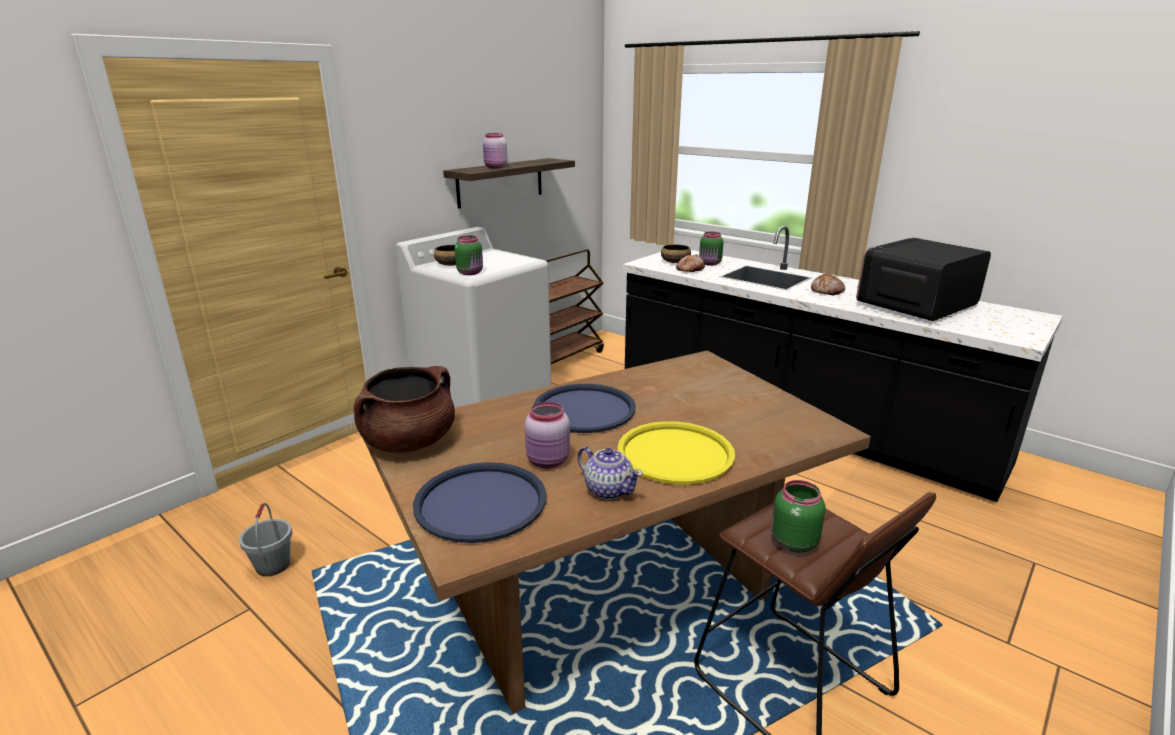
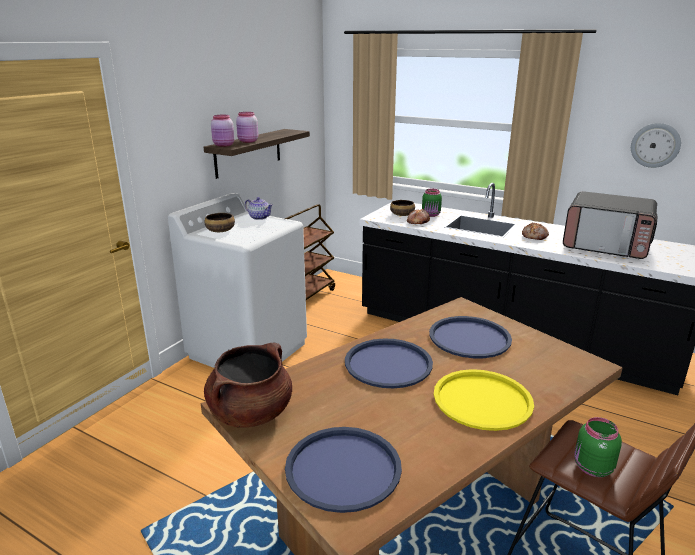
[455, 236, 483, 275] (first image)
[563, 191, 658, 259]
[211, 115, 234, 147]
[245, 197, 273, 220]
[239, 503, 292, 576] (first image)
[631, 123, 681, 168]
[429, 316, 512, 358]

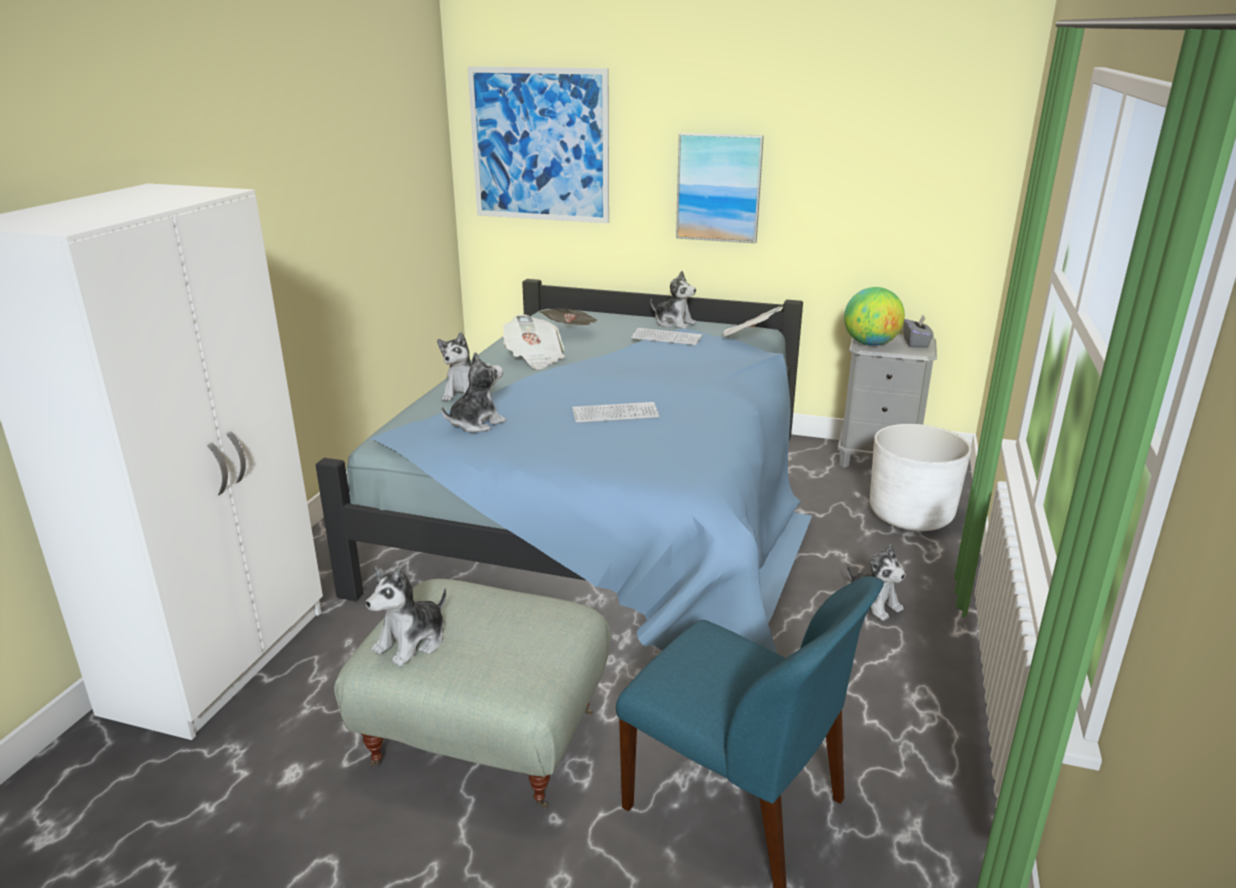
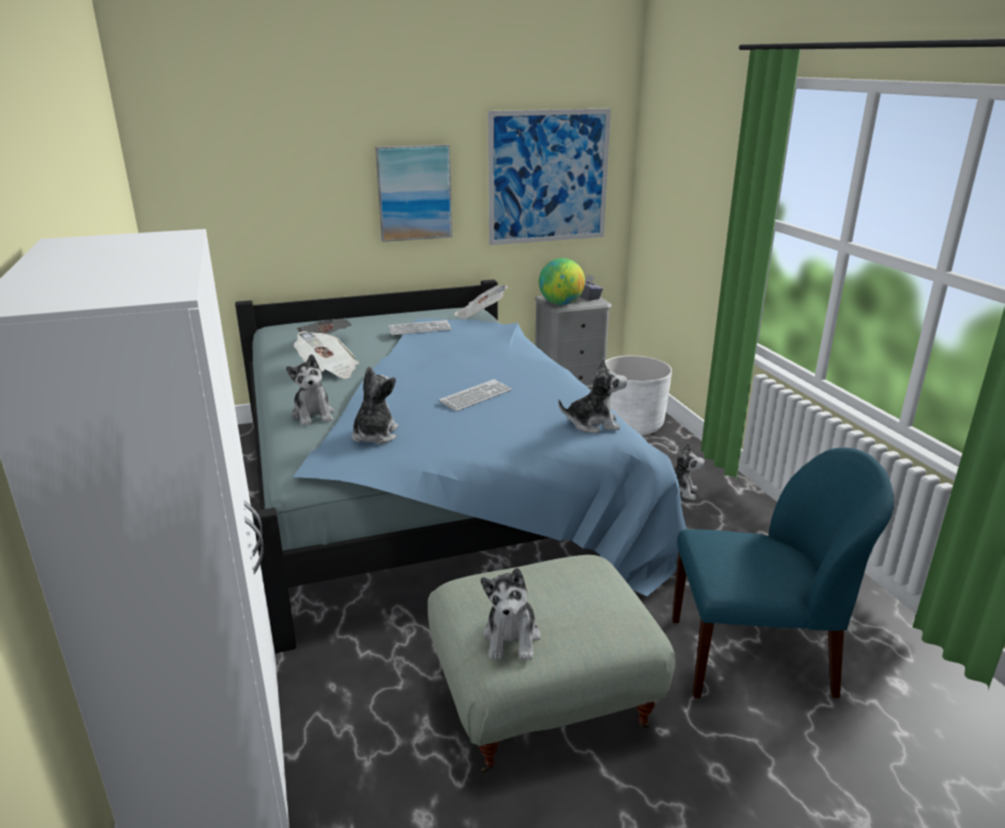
[488, 108, 611, 245]
[558, 358, 628, 433]

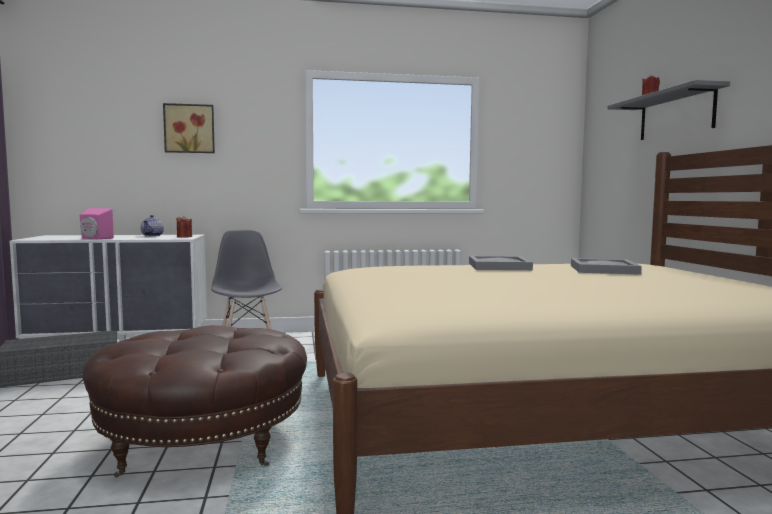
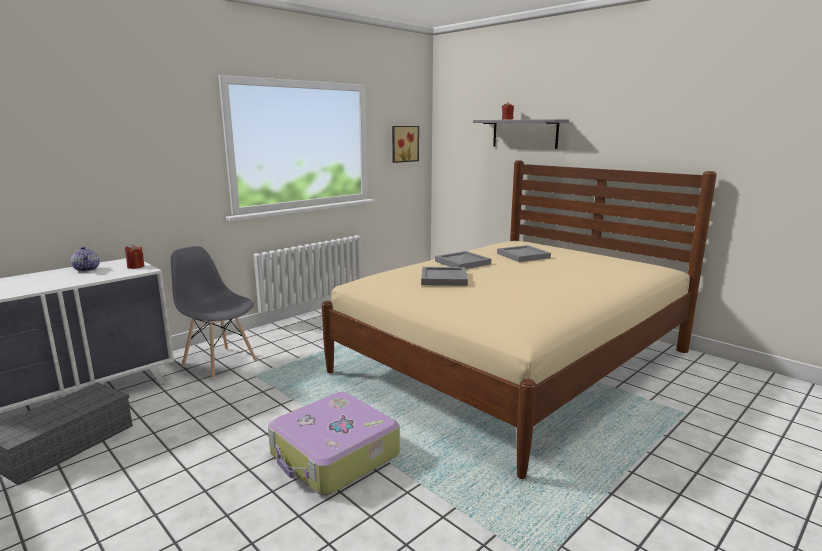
[392, 126, 419, 163]
[80, 208, 114, 239] (first image)
[268, 392, 400, 496]
[421, 267, 468, 286]

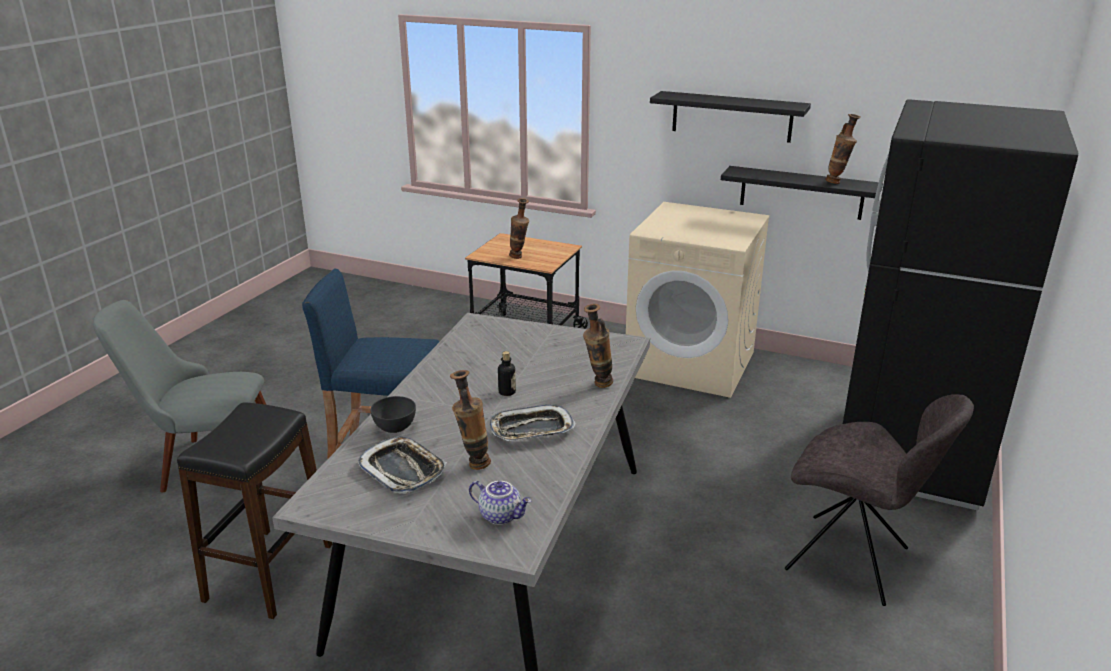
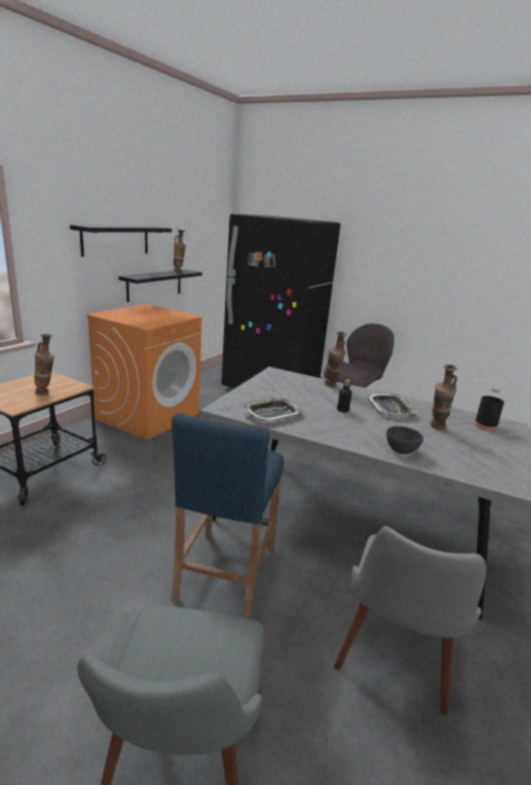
[86, 304, 202, 440]
[334, 526, 486, 716]
[243, 397, 302, 422]
[474, 387, 504, 431]

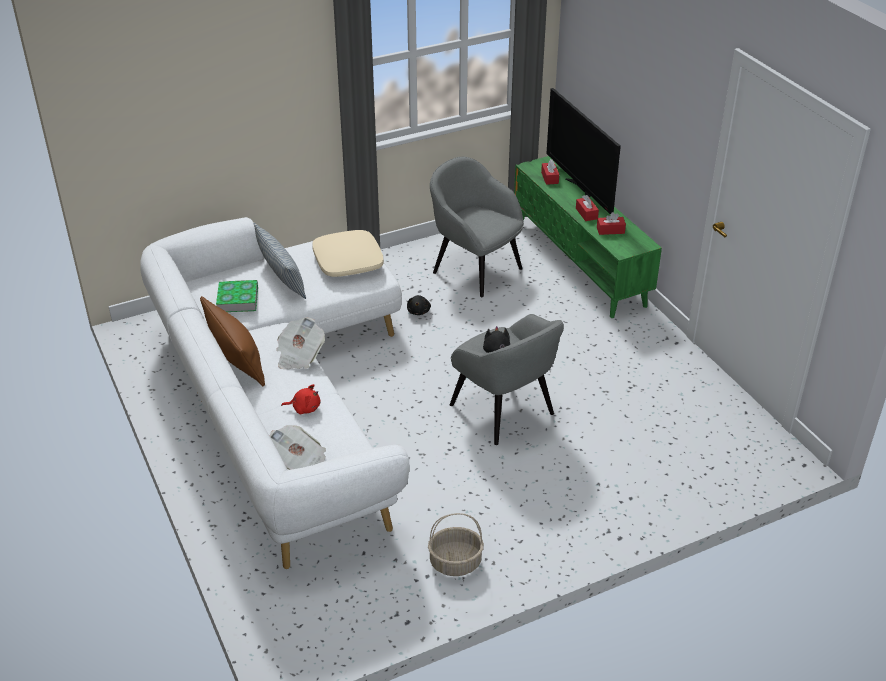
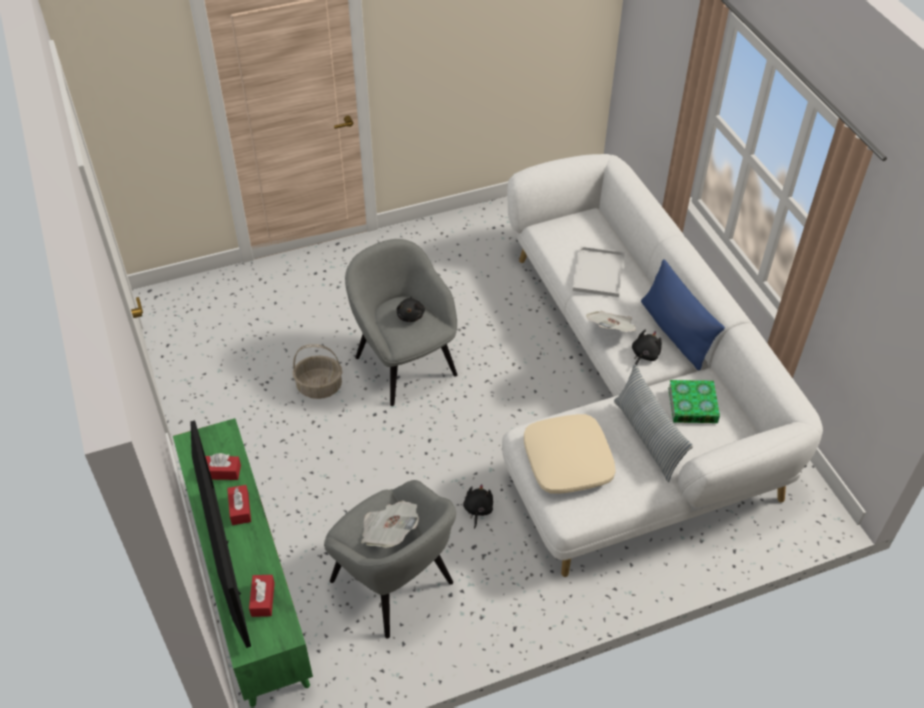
[641, 260, 725, 370]
[572, 246, 625, 297]
[361, 501, 419, 548]
[293, 344, 342, 399]
[632, 330, 662, 365]

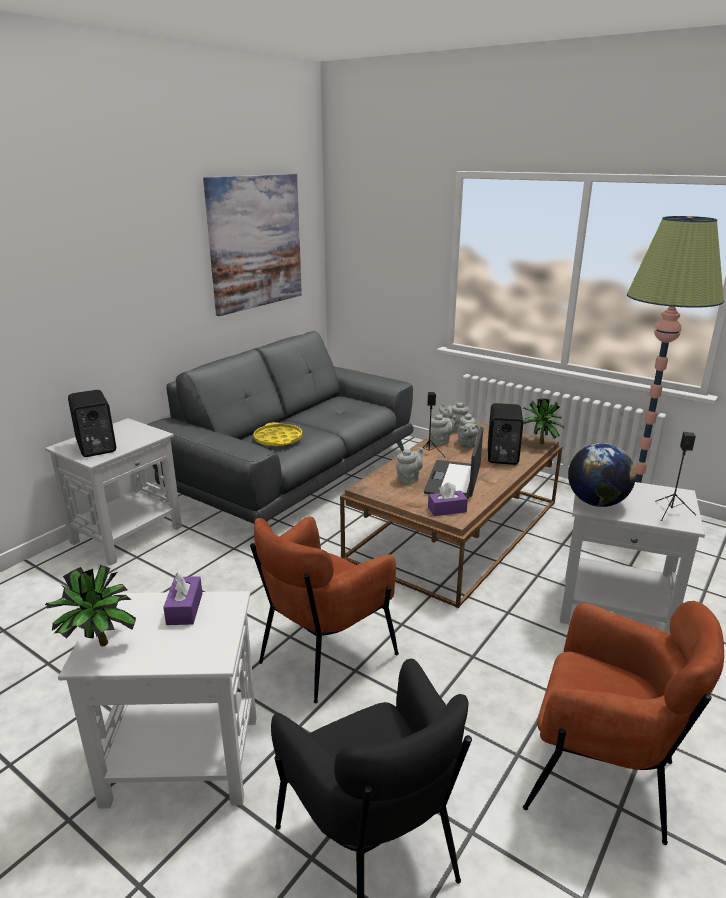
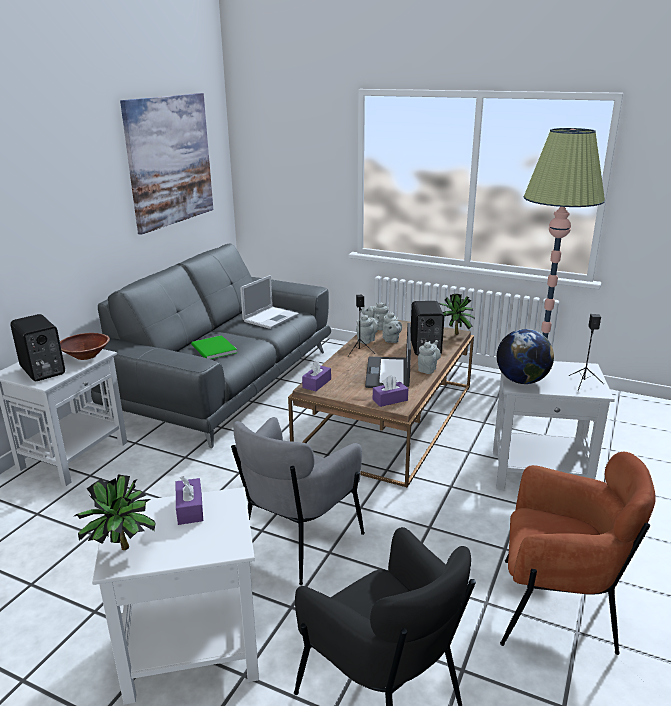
[191, 335, 237, 359]
[418, 340, 441, 374]
[231, 417, 365, 585]
[240, 275, 299, 329]
[60, 333, 110, 360]
[302, 360, 331, 391]

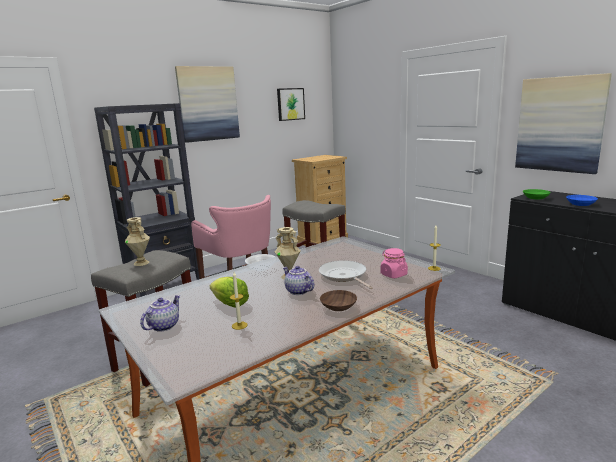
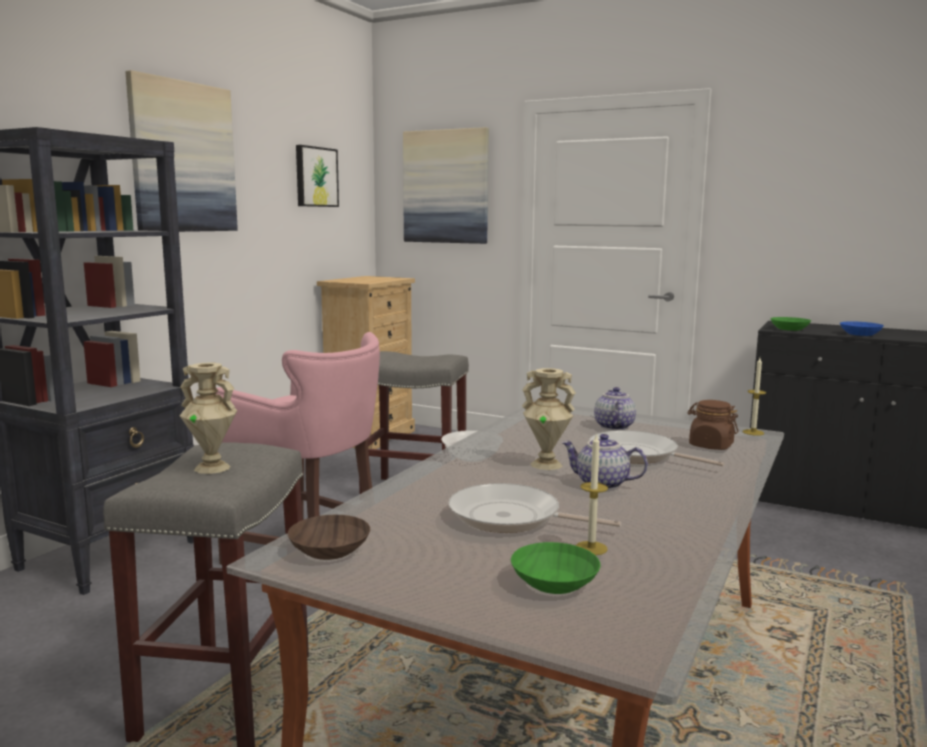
[403, 127, 489, 244]
[687, 400, 738, 450]
[448, 483, 621, 533]
[288, 515, 370, 560]
[594, 387, 636, 430]
[511, 542, 600, 594]

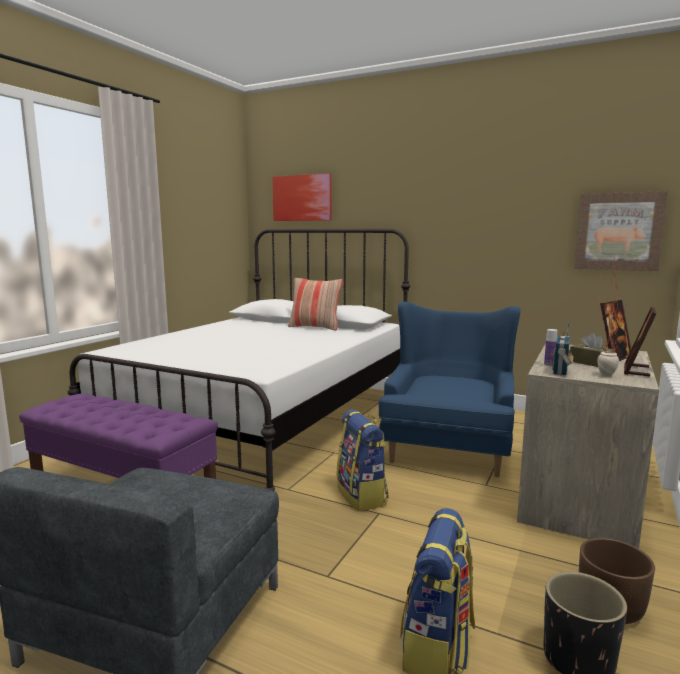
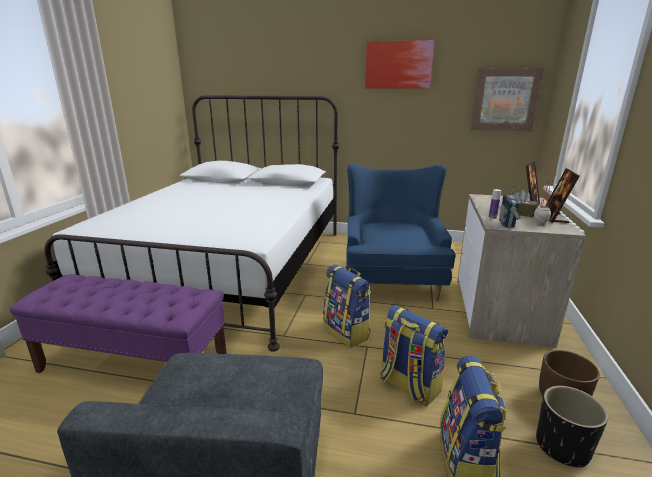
[365, 40, 435, 89]
[288, 278, 343, 331] (first image)
[380, 305, 448, 406]

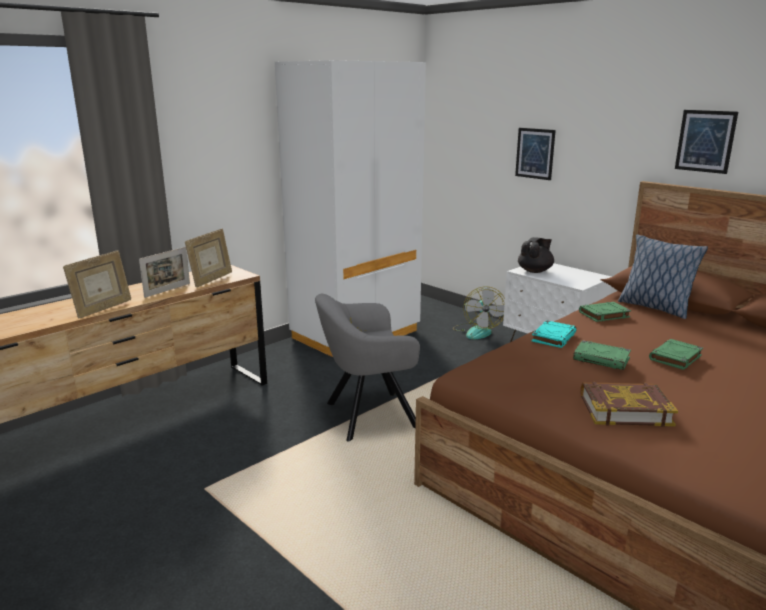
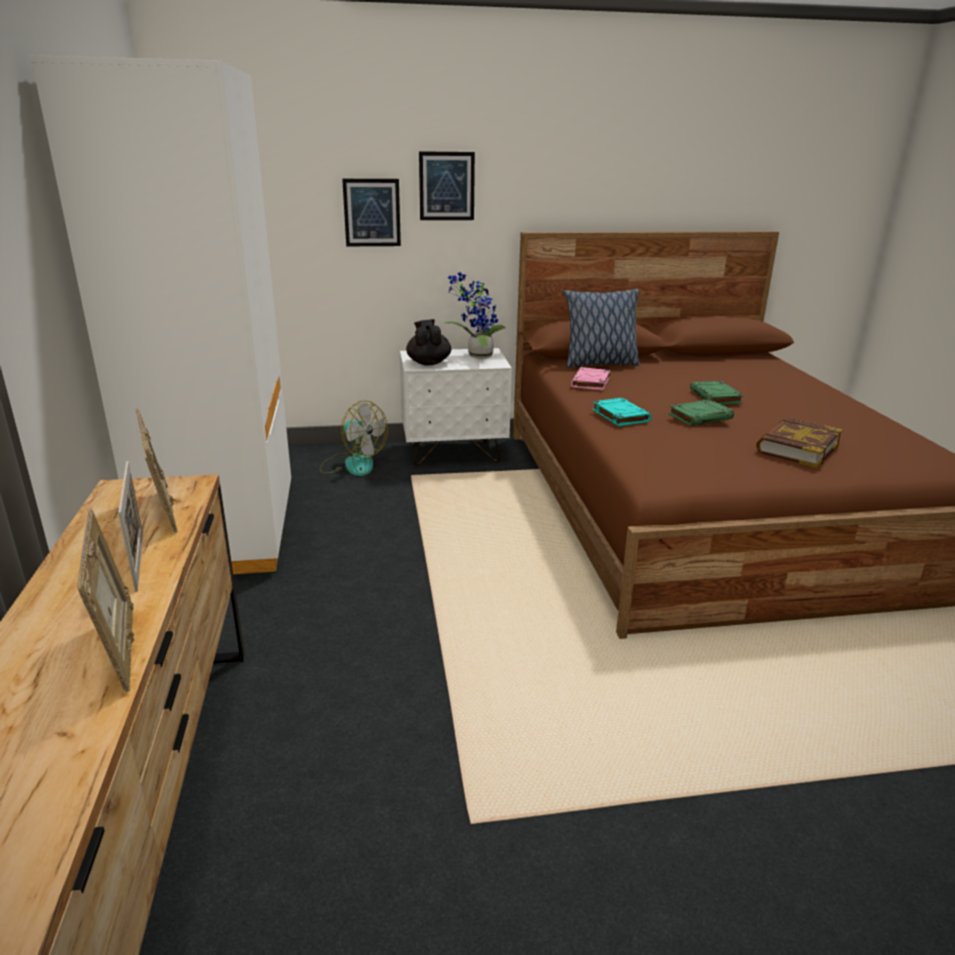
[419, 151, 475, 220]
[315, 294, 420, 442] (first image)
[571, 367, 610, 390]
[443, 272, 506, 359]

